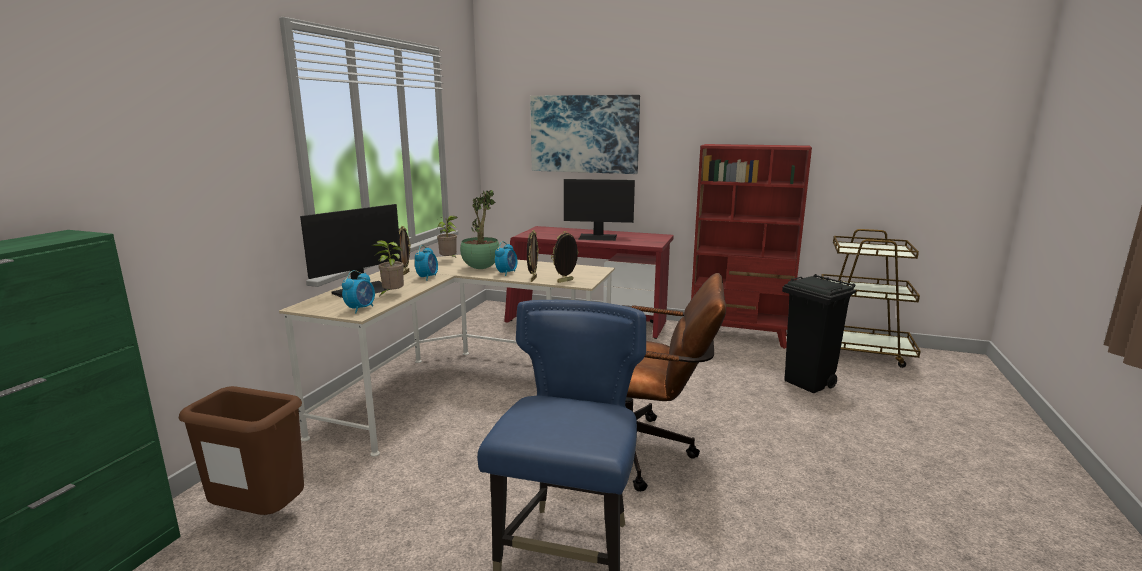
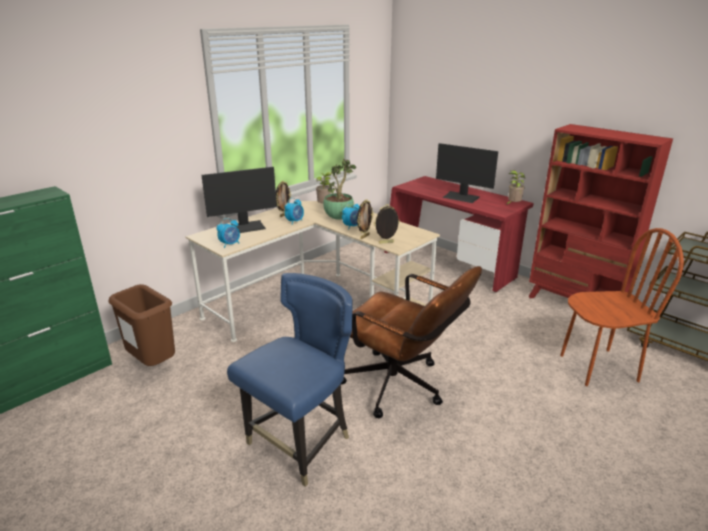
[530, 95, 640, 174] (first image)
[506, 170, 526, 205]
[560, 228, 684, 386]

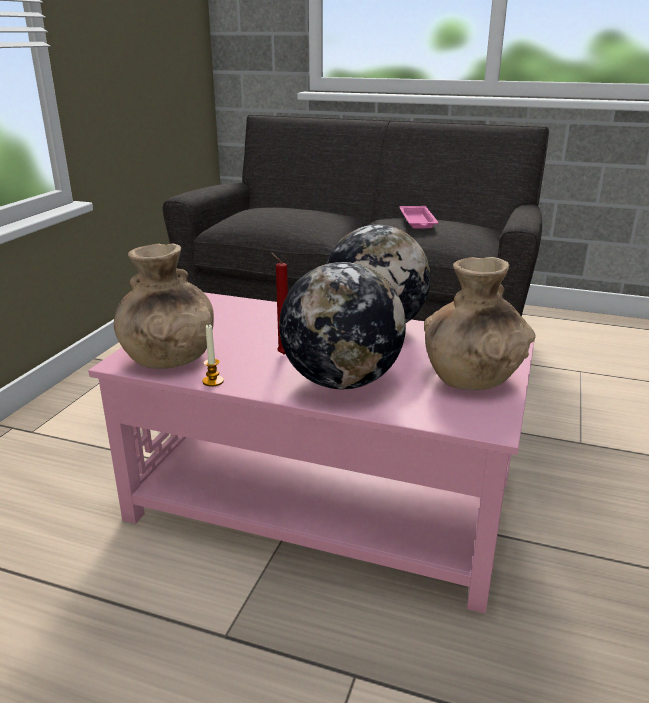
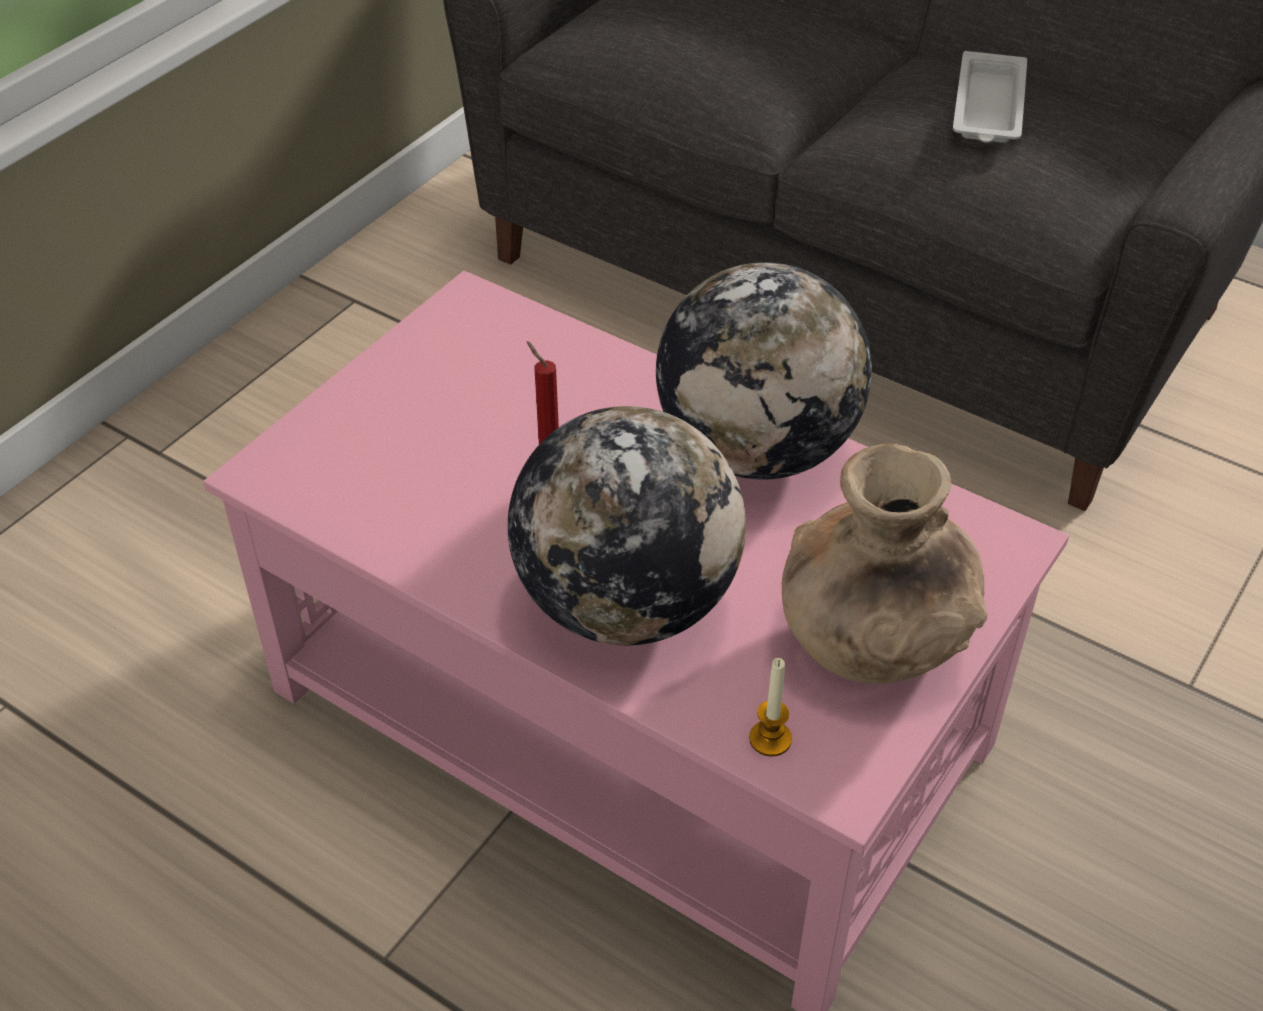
[953, 51, 1027, 143]
[114, 244, 214, 369] (first image)
[749, 658, 792, 756]

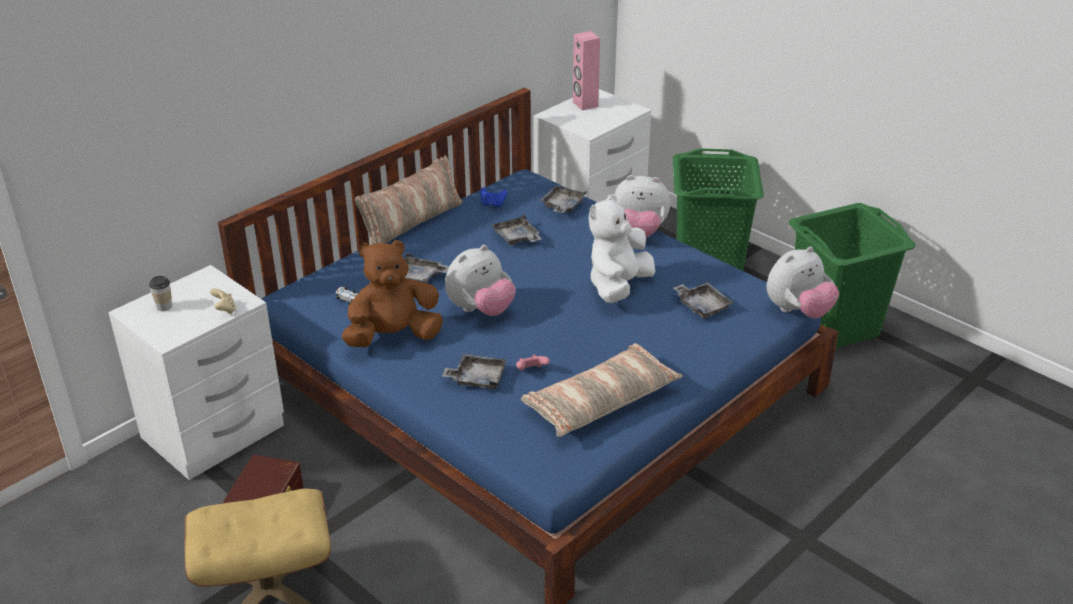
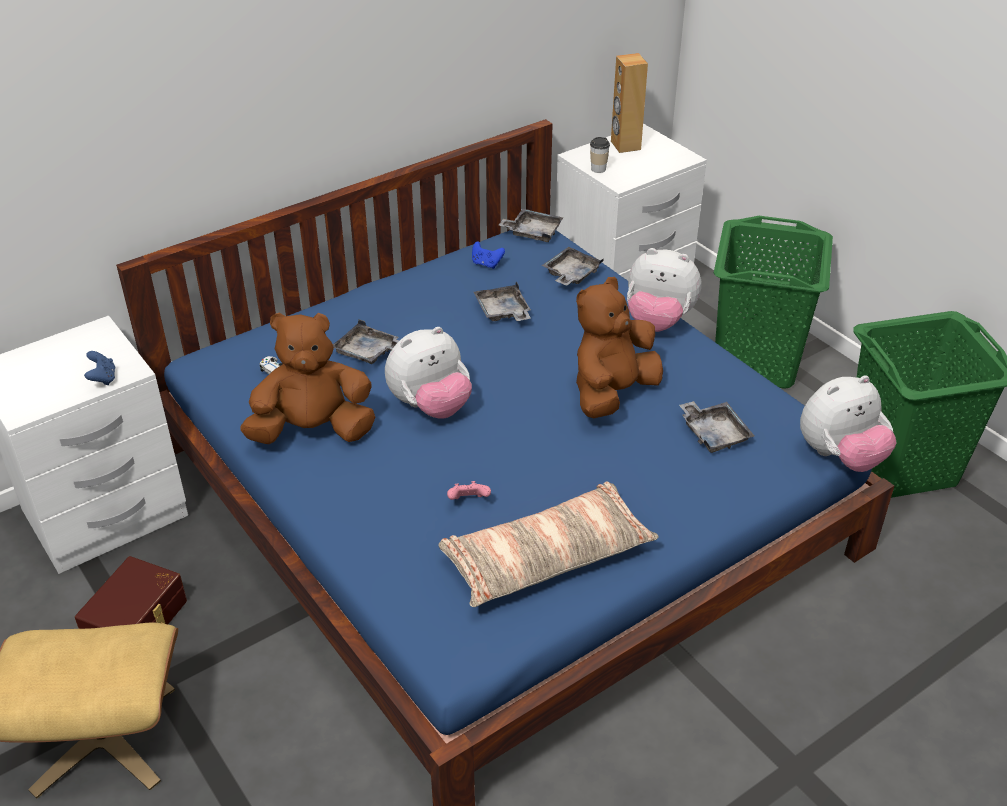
[611, 53, 648, 153]
[355, 155, 463, 245] (first image)
[576, 277, 663, 418]
[590, 137, 610, 173]
[84, 351, 116, 385]
[499, 209, 563, 242]

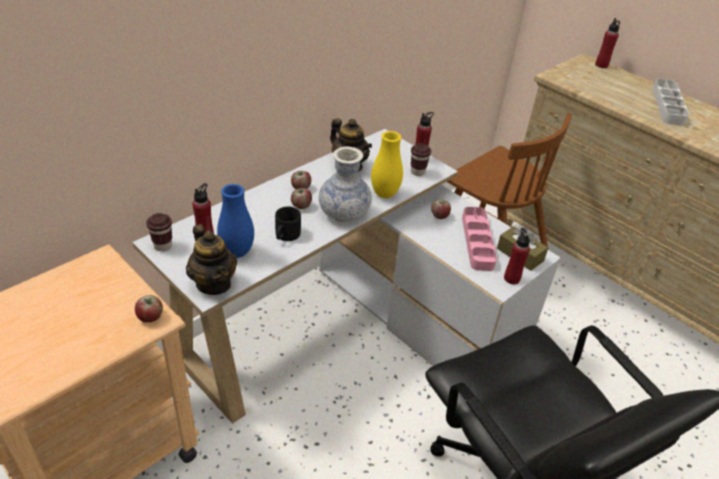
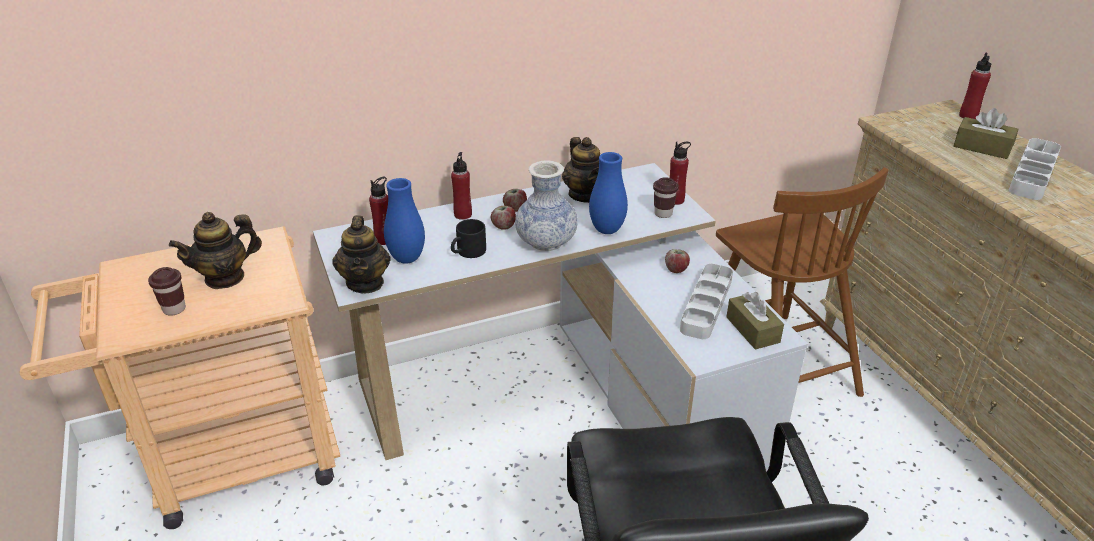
[589, 152, 628, 234]
[680, 263, 733, 339]
[148, 267, 186, 316]
[451, 152, 472, 220]
[135, 295, 163, 323] (first image)
[954, 108, 1018, 159]
[169, 212, 262, 289]

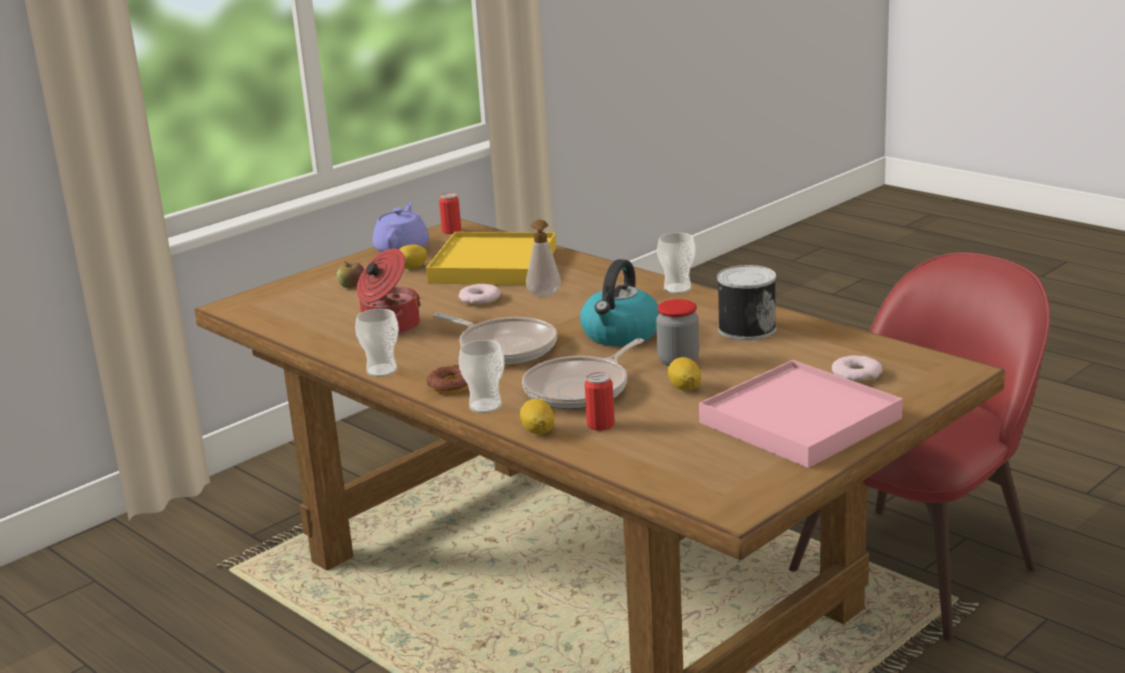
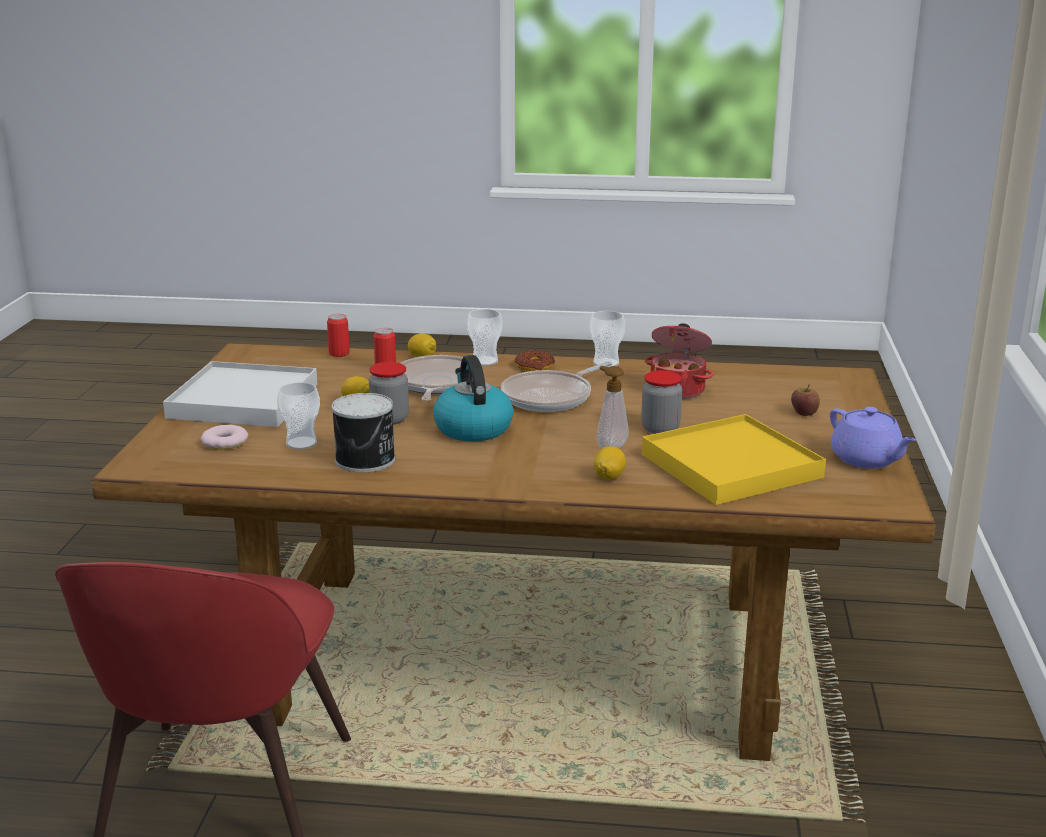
[327, 313, 350, 357]
[277, 382, 320, 450]
[594, 446, 626, 479]
[641, 370, 682, 434]
[501, 361, 613, 412]
[163, 361, 317, 427]

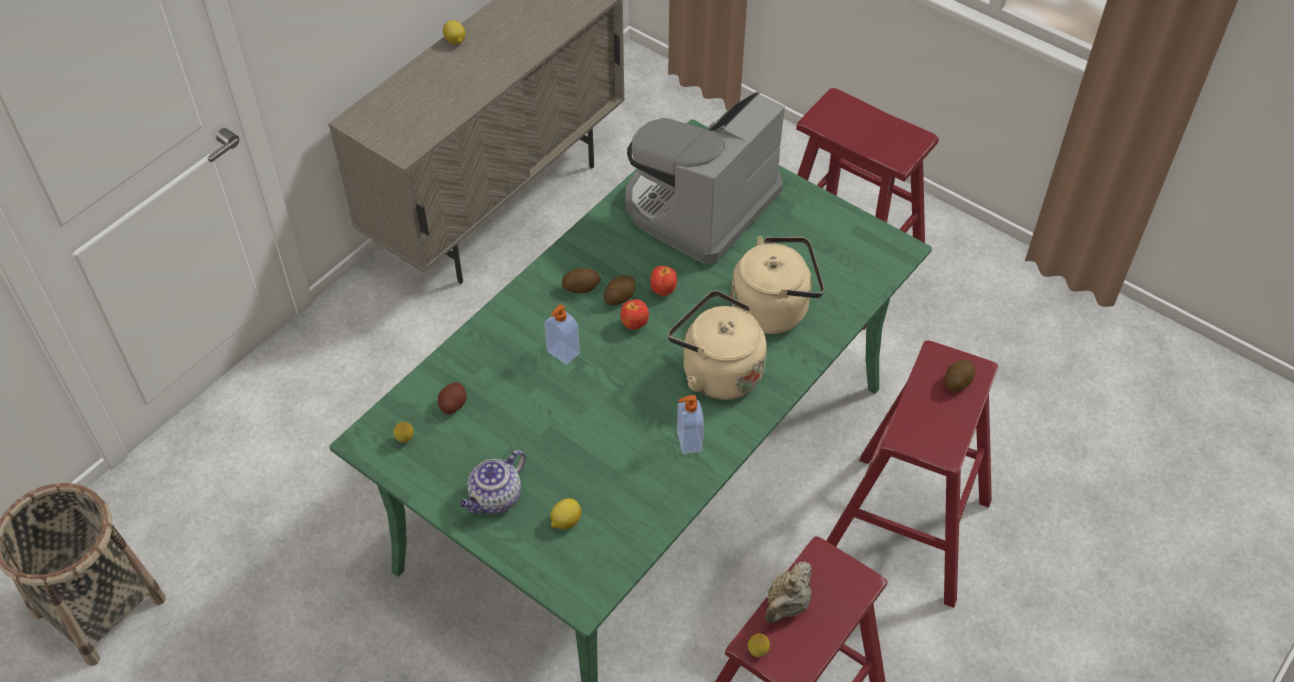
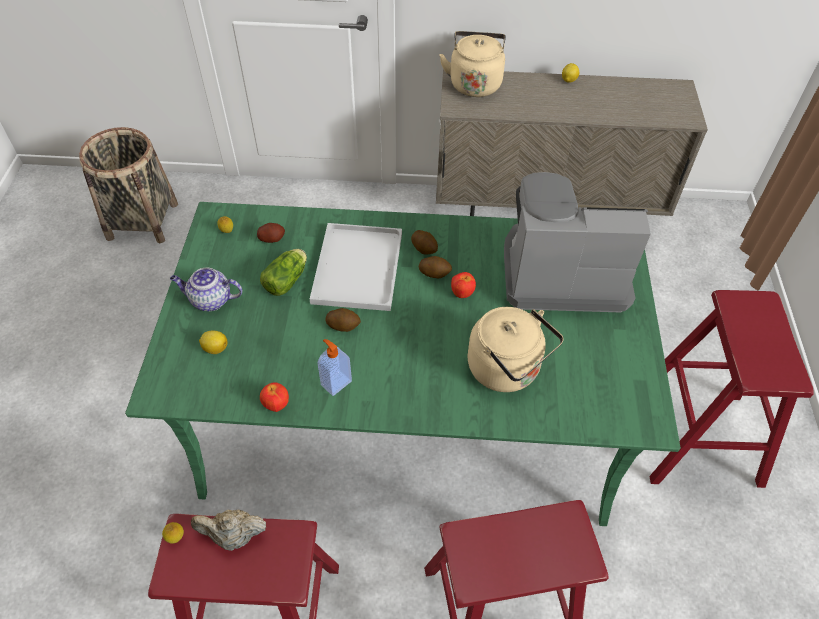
[439, 31, 506, 97]
[260, 382, 289, 412]
[310, 223, 402, 311]
[325, 308, 361, 332]
[260, 249, 307, 296]

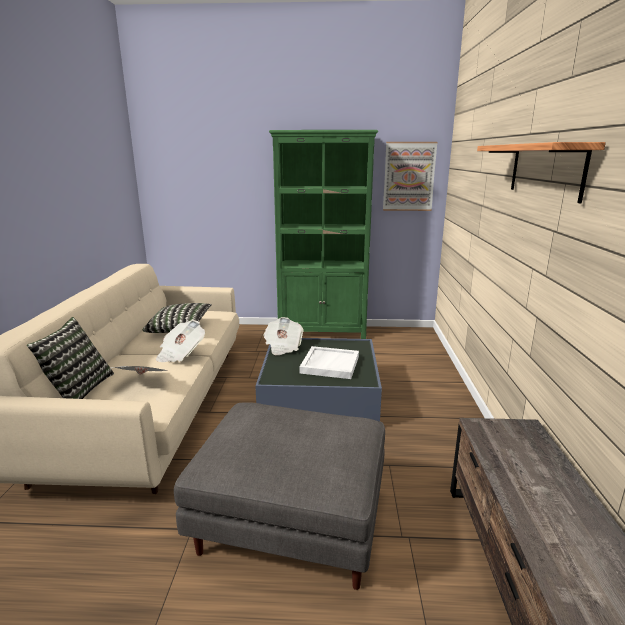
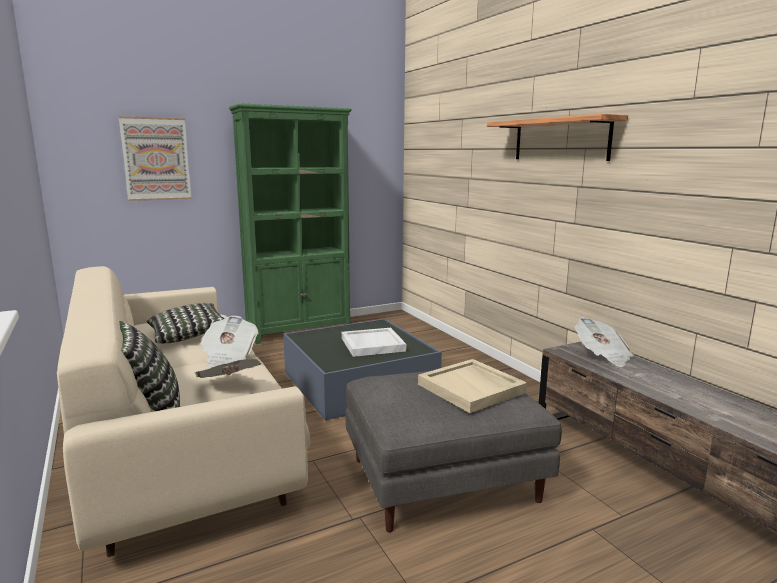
[119, 116, 192, 201]
[575, 317, 634, 367]
[418, 359, 527, 413]

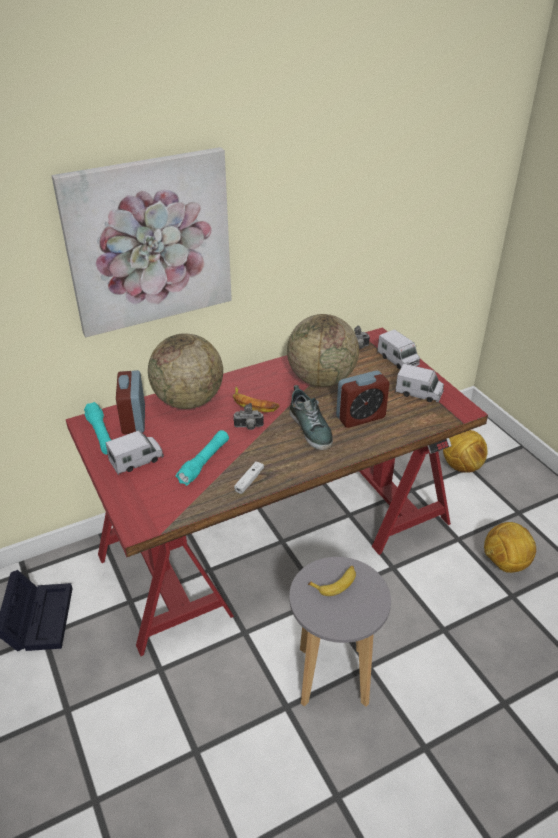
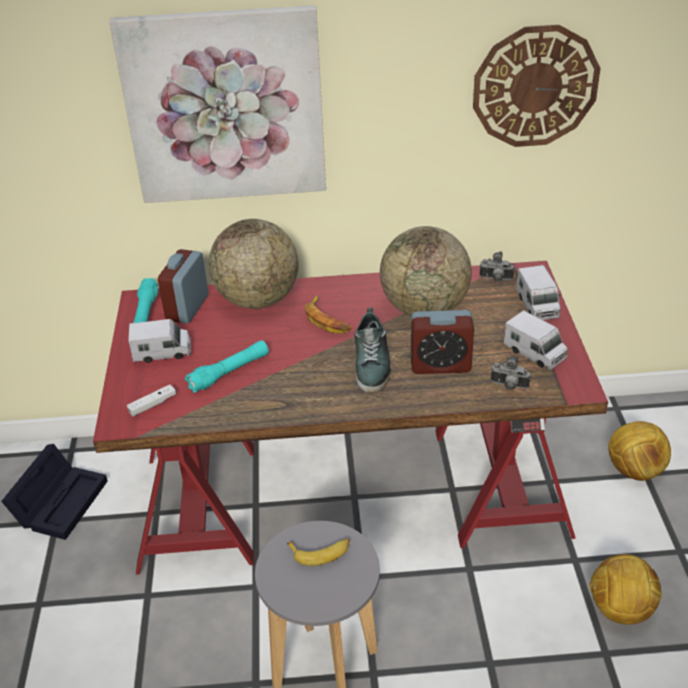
[491, 356, 530, 390]
[127, 385, 176, 417]
[473, 25, 601, 147]

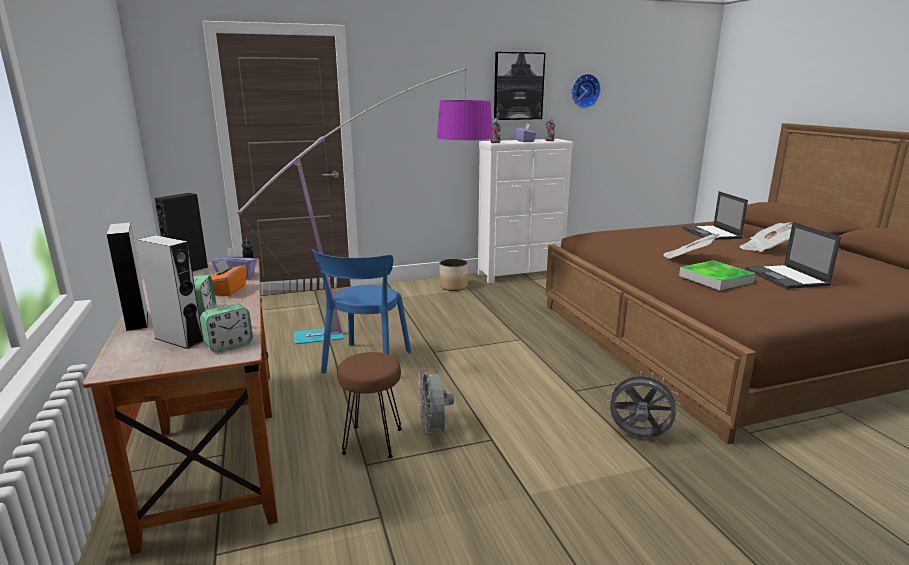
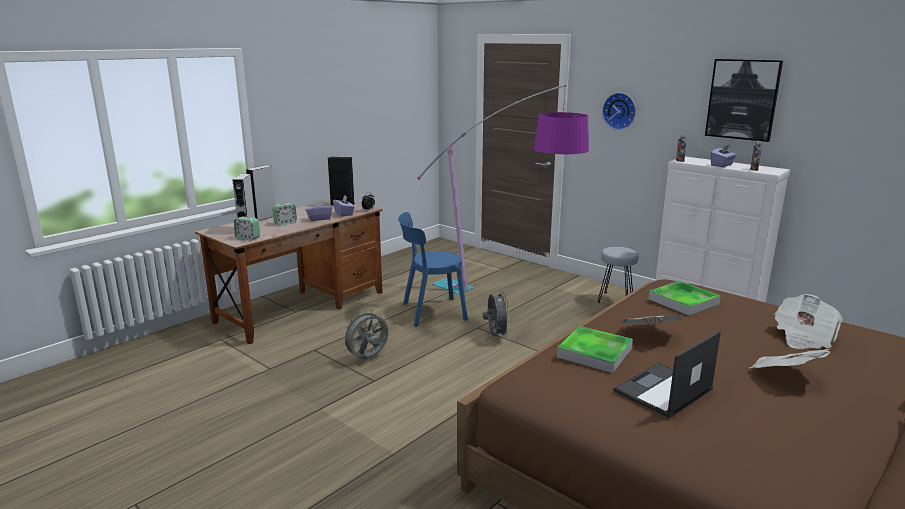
[602, 93, 636, 130]
[774, 294, 843, 349]
[305, 199, 332, 221]
[598, 247, 638, 303]
[337, 352, 402, 458] (first image)
[483, 291, 510, 339]
[649, 281, 721, 316]

